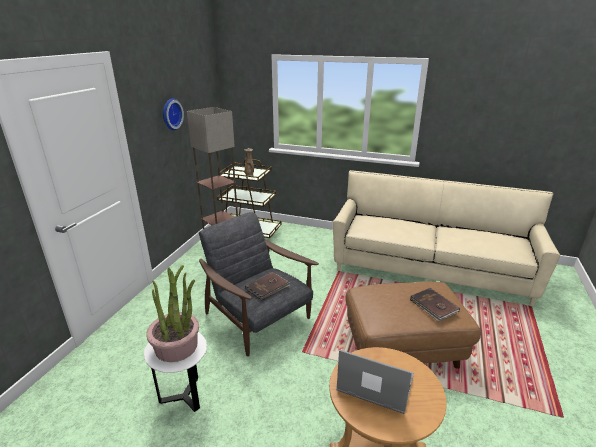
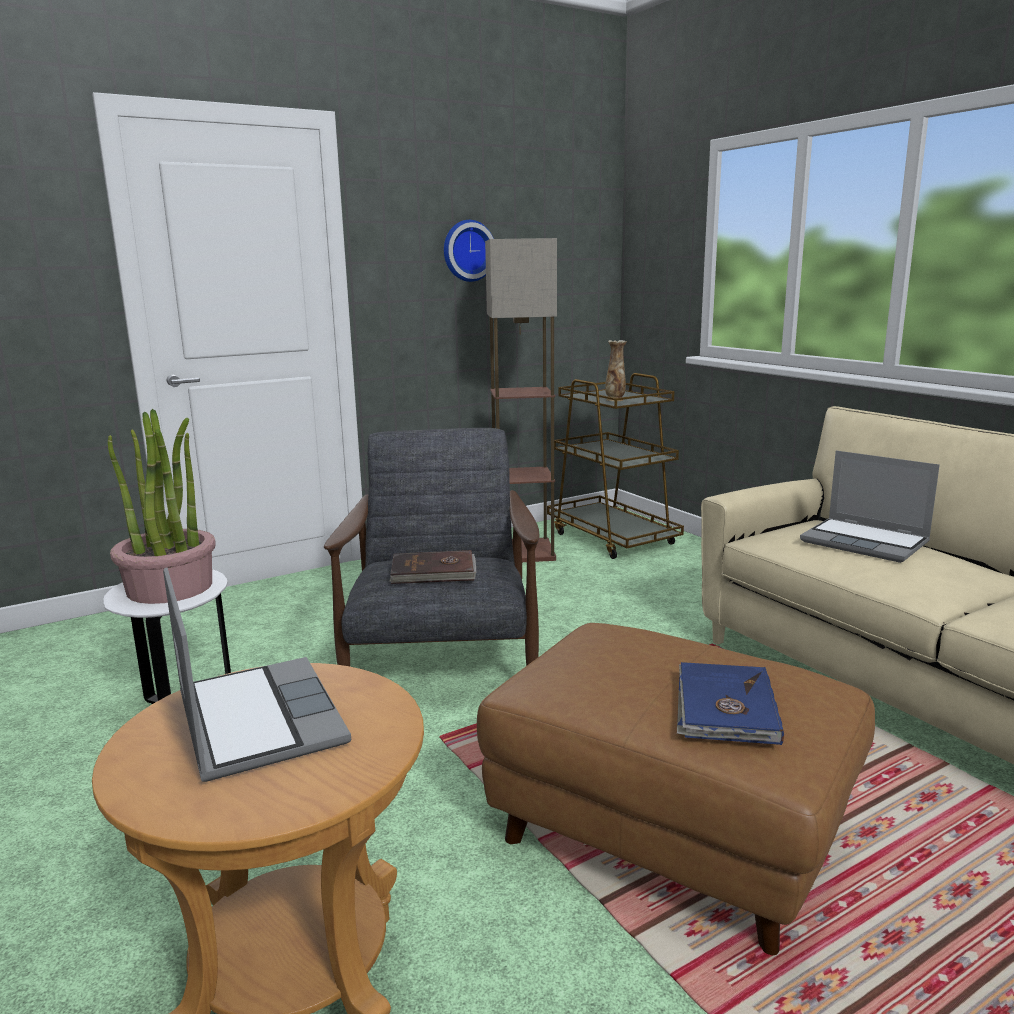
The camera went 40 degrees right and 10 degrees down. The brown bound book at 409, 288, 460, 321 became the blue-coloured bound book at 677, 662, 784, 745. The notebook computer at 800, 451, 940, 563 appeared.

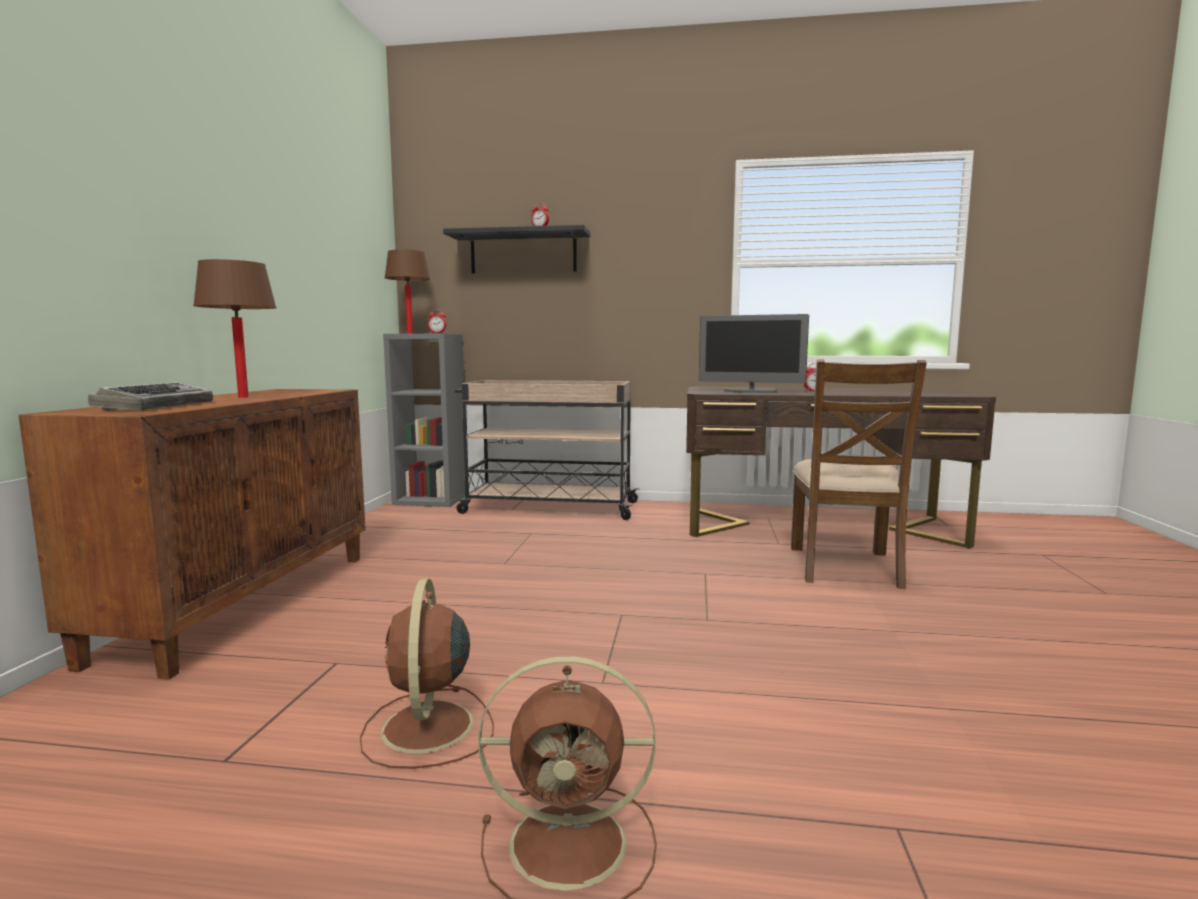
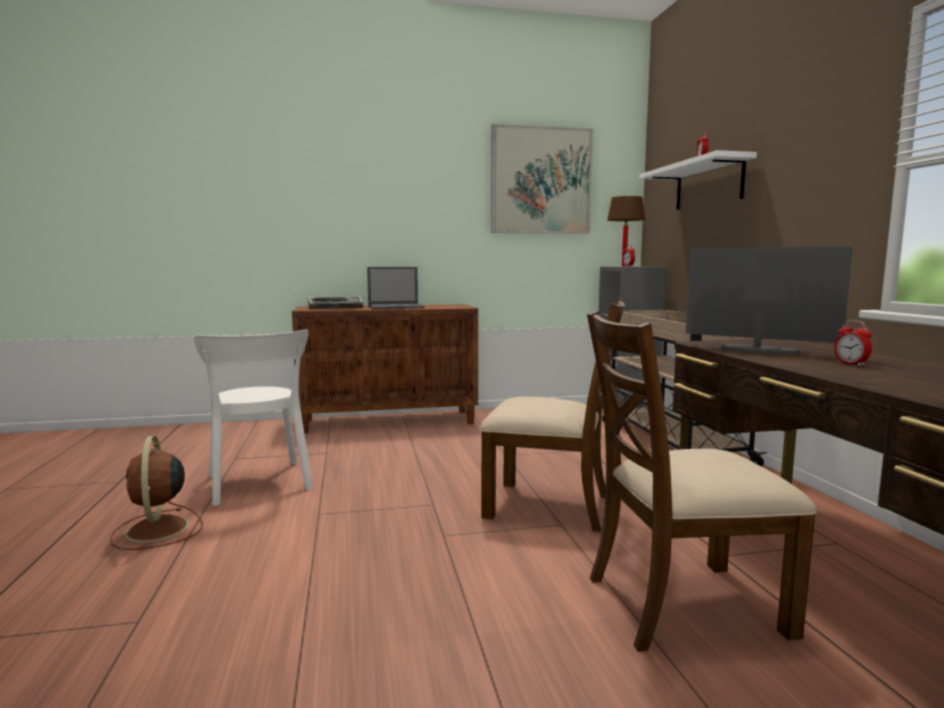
The camera went 70 degrees right and 0 degrees up. The brown cooling fan at 360, 579, 494, 769 was replaced by the whitish chair at 194, 329, 313, 506. The brown tabletop lamp at 193, 259, 277, 398 was replaced by the notebook computer at 367, 267, 425, 309. The brown chair at 480, 298, 625, 532 appeared. The picture at 491, 124, 593, 234 appeared. The blackish shelf at 443, 225, 591, 273 became the whitish shelf at 640, 150, 757, 209. The computer screen at 699, 314, 809, 393 turned 120 degrees clockwise.

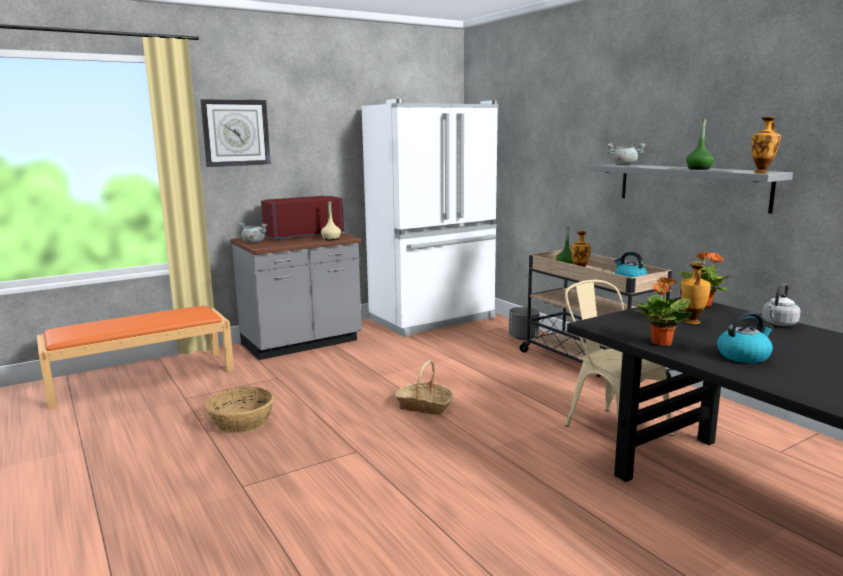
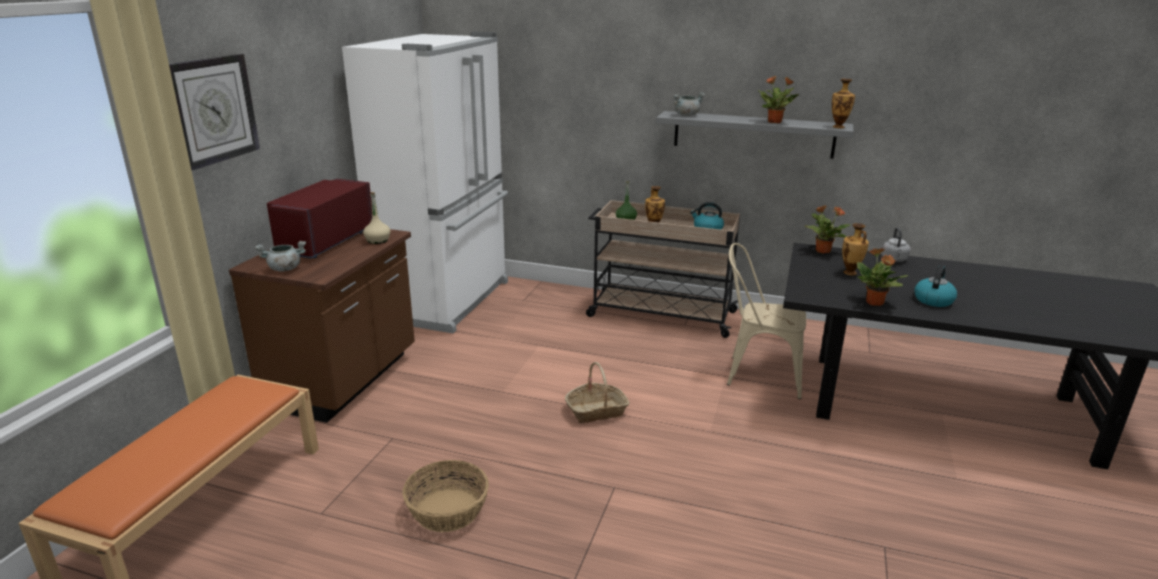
The camera went 40 degrees left and 10 degrees up. The greyish kitchen counter at 230, 233, 362, 360 became the brown kitchen counter at 229, 229, 415, 423. The green-coloured bottle at 686, 118, 714, 170 was replaced by the plant in a pot at 758, 76, 799, 123. The greyish planter at 509, 307, 540, 340 disappeared.

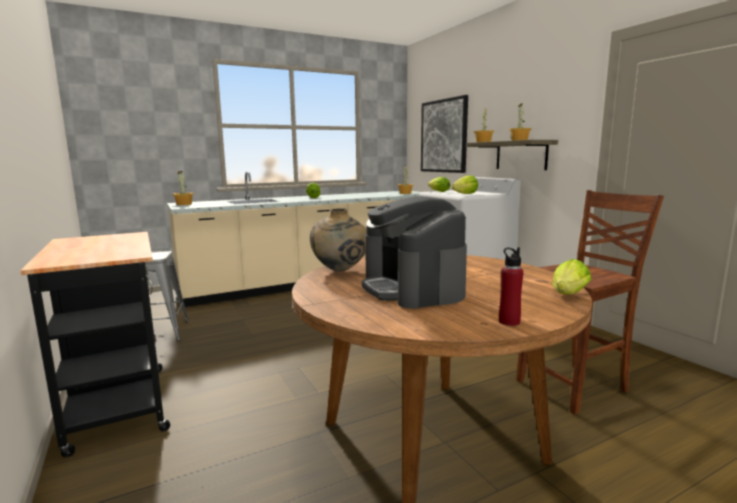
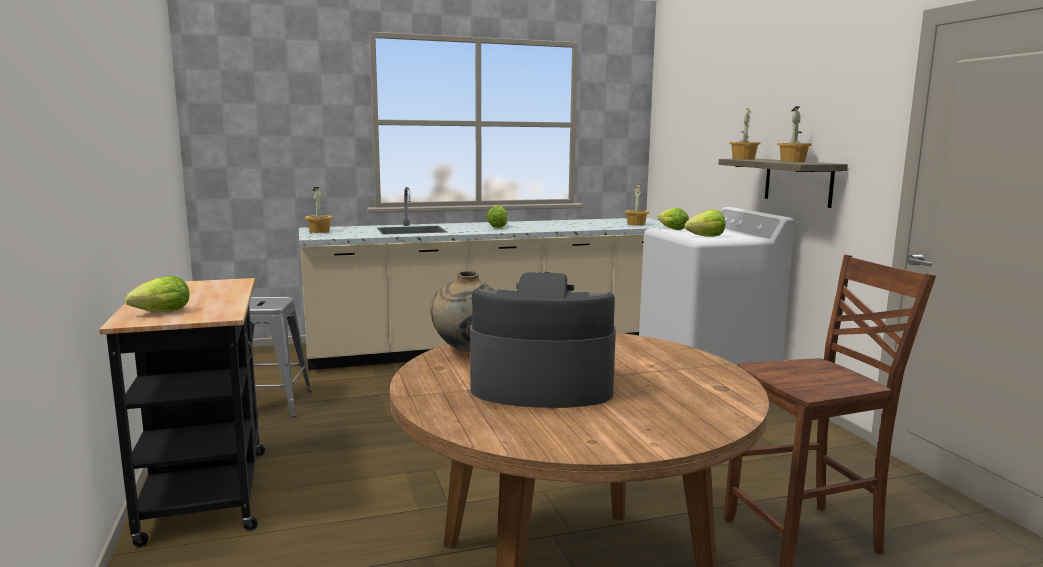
The camera went 10 degrees right and 0 degrees up. The lettuce head moved from 552, 259, 591, 295 to 125, 276, 189, 312. The coffee brewer at 362, 196, 467, 309 turned 105 degrees clockwise. The picture at 421, 95, 468, 173 disappeared. The reddish bottle at 499, 247, 524, 326 disappeared.

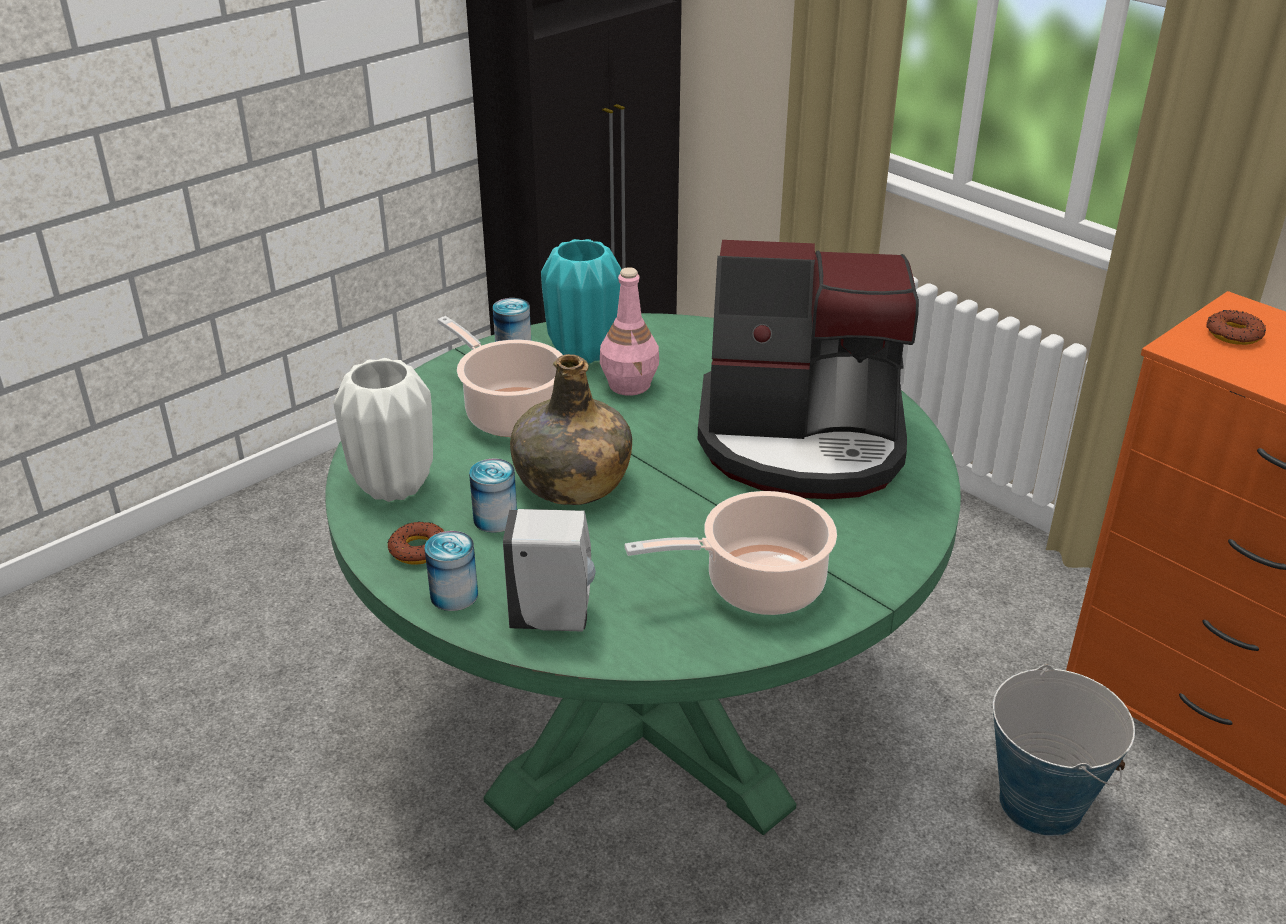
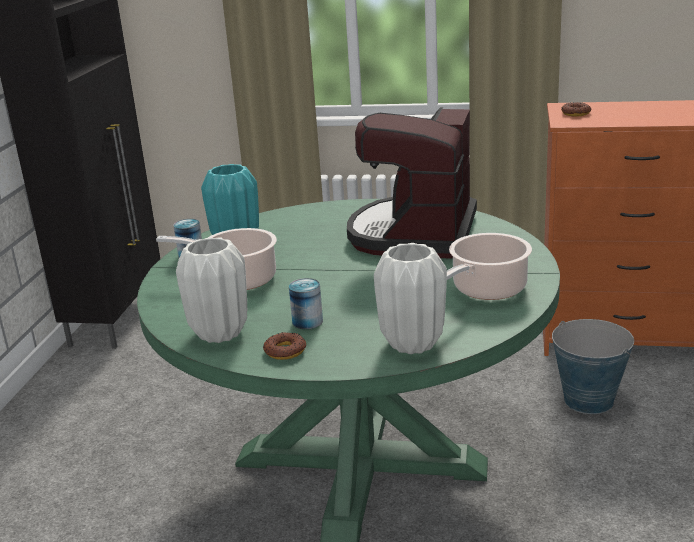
The camera went 35 degrees left and 10 degrees down. The coffee brewer at 698, 240, 919, 499 turned 135 degrees clockwise. The whitish soap bottle at 503, 509, 596, 632 was replaced by the whitish decorative vase at 374, 243, 447, 354. The sealed can at 425, 531, 478, 611 disappeared. The green-coloured bottle at 510, 354, 632, 505 disappeared. The pink-coloured bottle at 600, 267, 659, 396 disappeared.

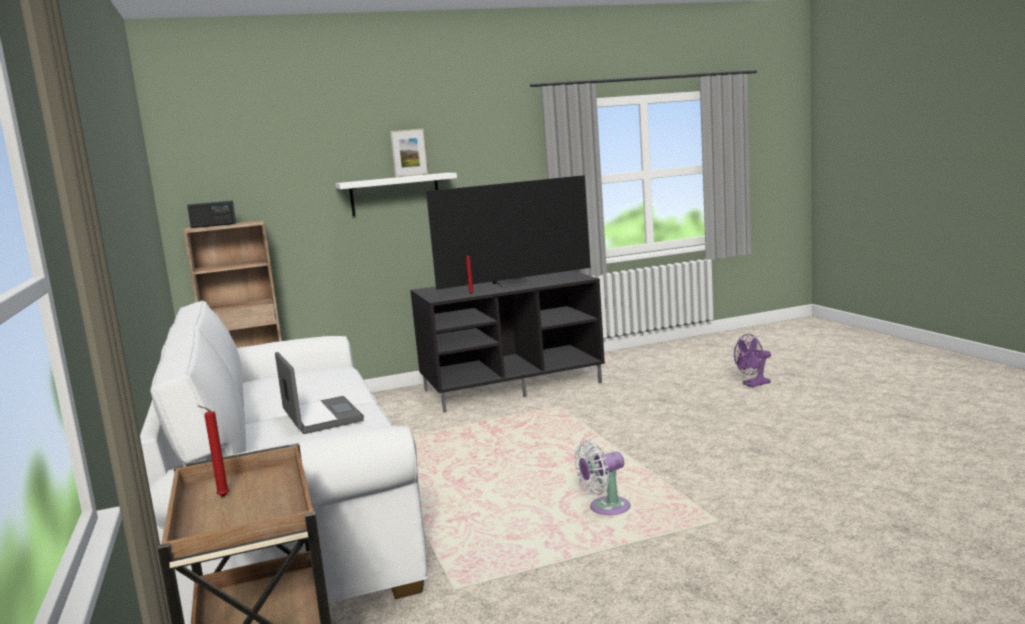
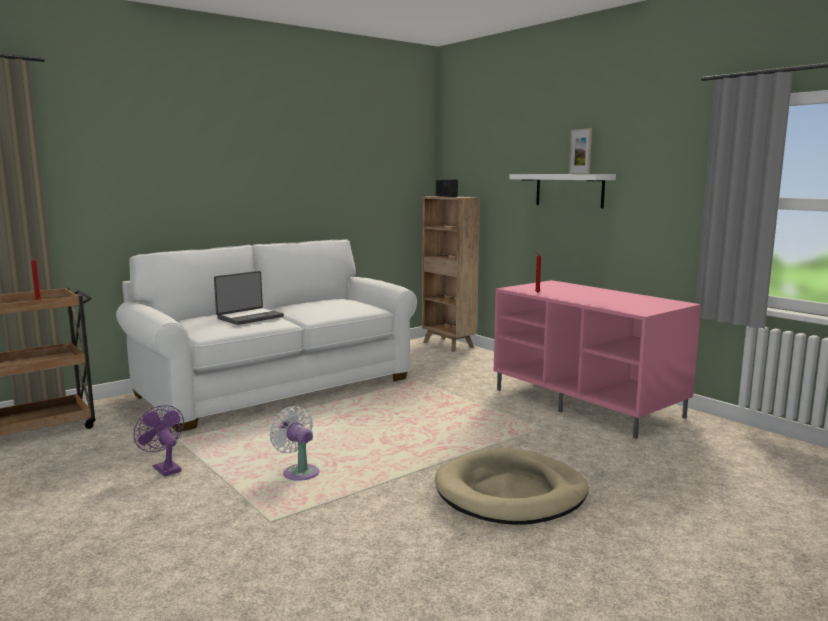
The camera went 70 degrees right and 0 degrees up. The purple cooling fan moved from 734, 334, 771, 387 to 133, 405, 184, 476. The sand-coloured dog cushion at 435, 448, 589, 525 appeared. The blackish tv unit at 410, 270, 605, 412 became the pink-coloured tv unit at 494, 280, 701, 439. The TV set at 426, 175, 591, 290 disappeared.

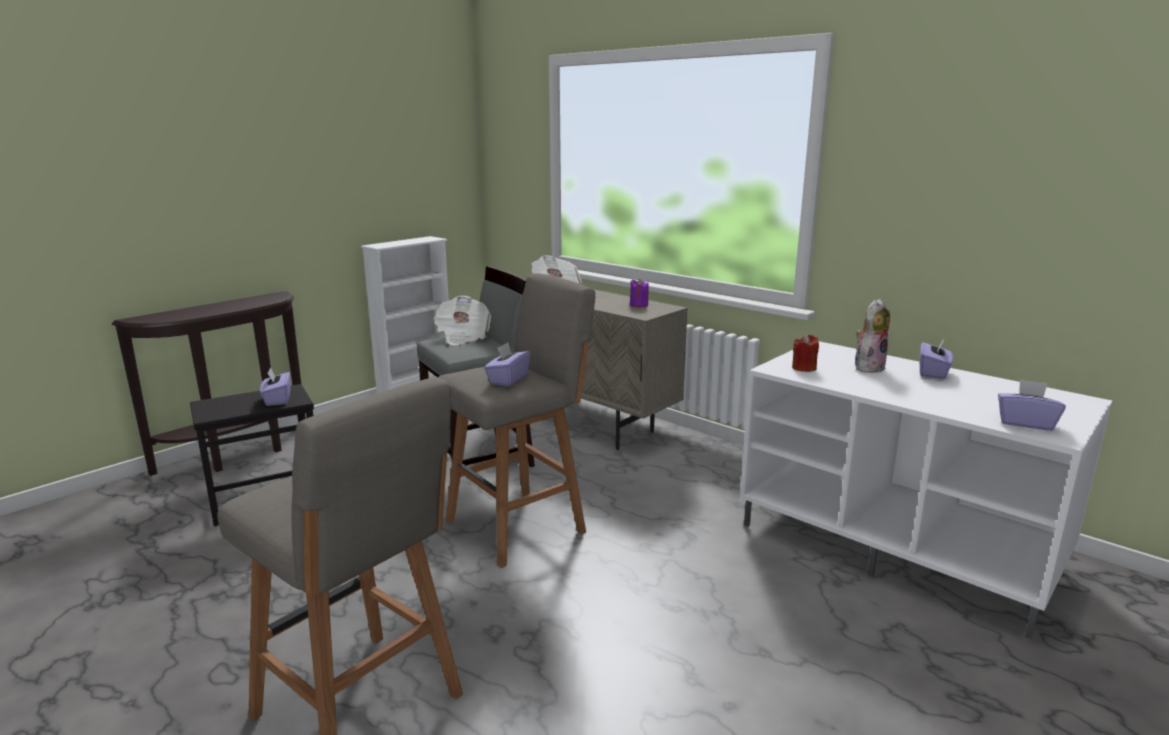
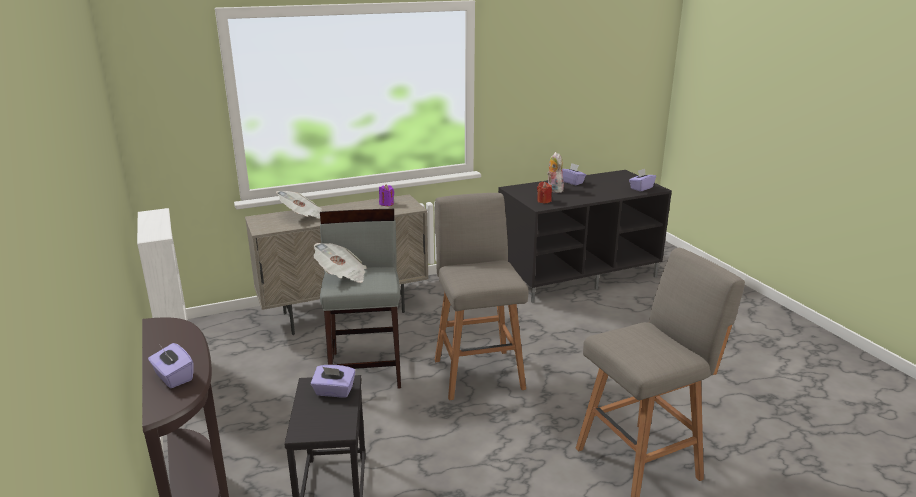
The camera went 65 degrees left and 5 degrees up. The purple box of tissues moved from 484, 342, 530, 386 to 148, 343, 194, 388. The whitish tv unit at 740, 341, 1112, 640 became the blackish tv unit at 498, 170, 672, 303.

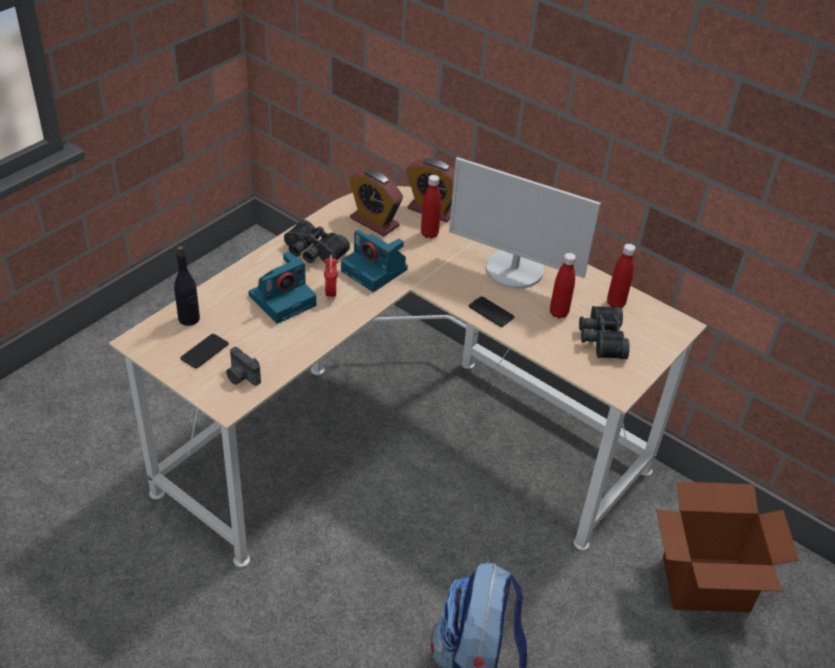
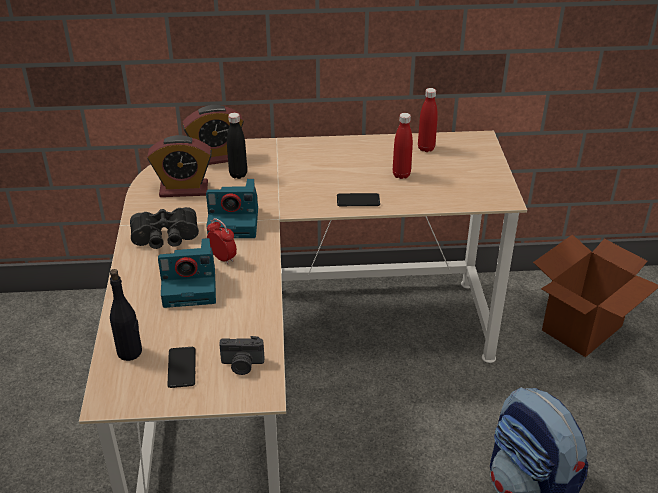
The camera went 40 degrees left and 5 degrees down. The photo camera at 249, 252, 316, 324 turned 75 degrees clockwise. The reddish bottle at 421, 175, 441, 239 became the blackish bottle at 227, 113, 247, 179. The computer screen at 449, 157, 601, 289 disappeared. The blackish field glasses at 579, 306, 630, 359 disappeared.

